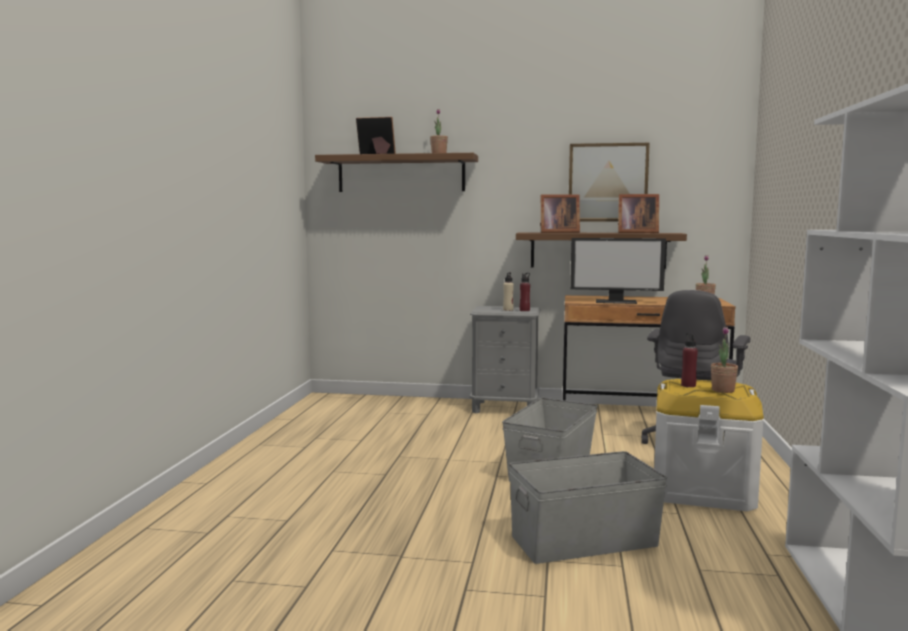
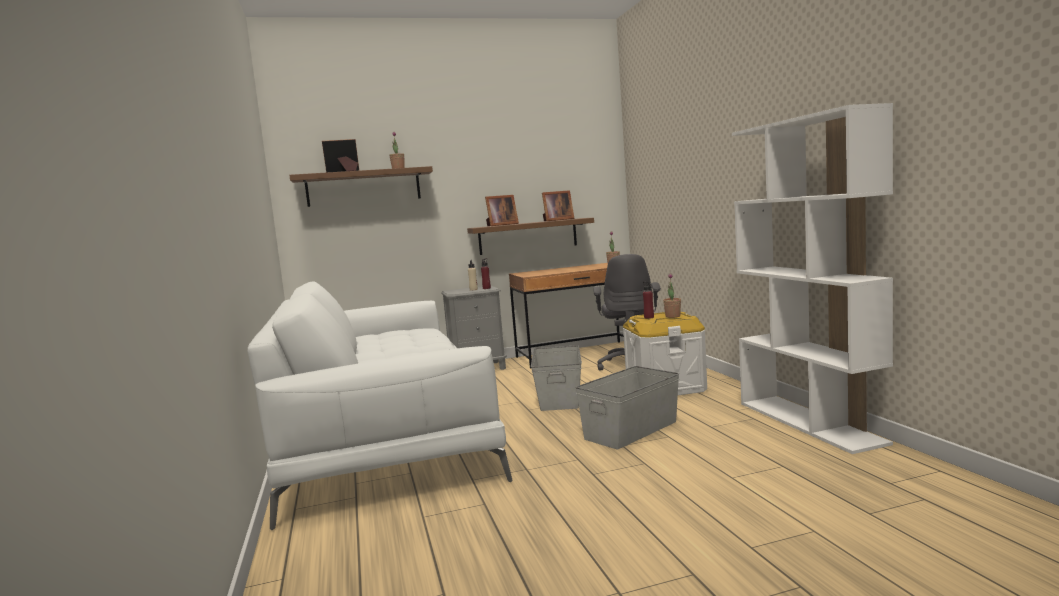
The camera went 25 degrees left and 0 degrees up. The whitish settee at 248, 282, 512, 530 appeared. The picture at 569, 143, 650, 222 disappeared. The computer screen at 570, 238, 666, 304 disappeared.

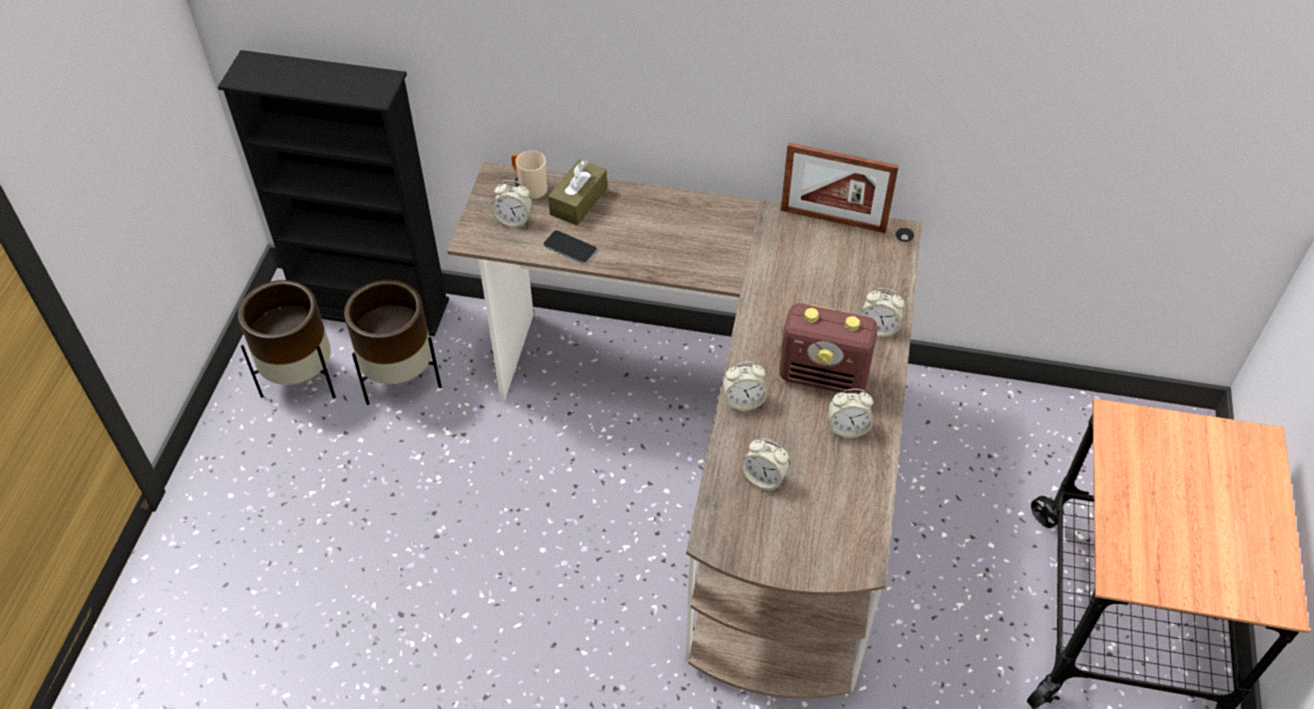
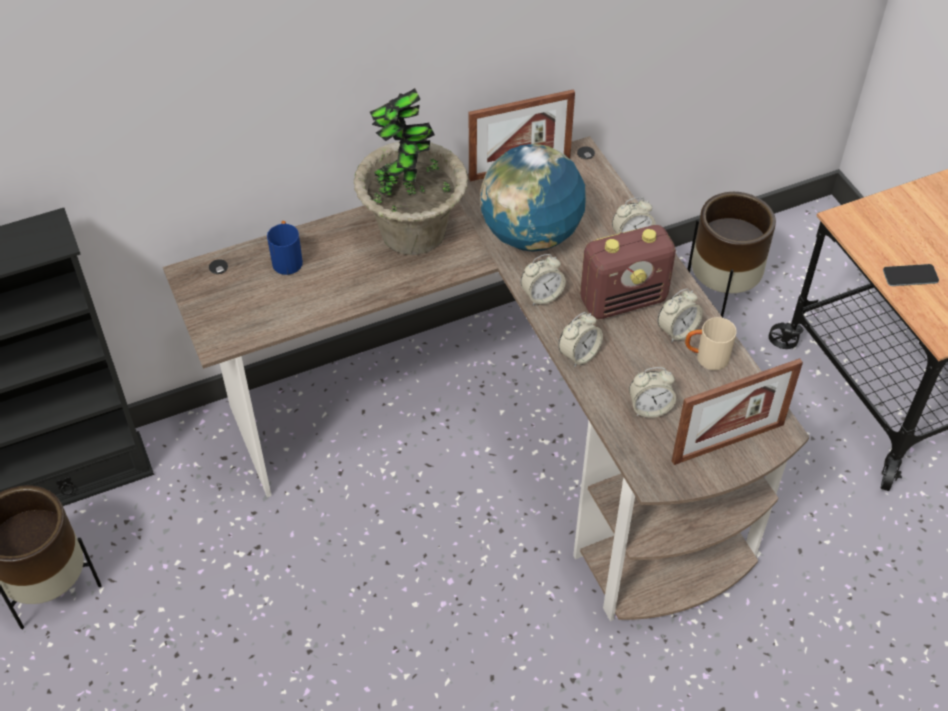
The camera went 35 degrees left and 0 degrees up. The brown box of tissues at 548, 159, 607, 225 was replaced by the blue-coloured tea mug at 267, 221, 303, 275. The plant in a pot at 354, 88, 468, 255 appeared. The world globe at 480, 144, 586, 252 appeared. The alarm clock moved from 491, 180, 533, 228 to 521, 254, 566, 305. The picture frame at 672, 358, 803, 465 appeared. The sand-coloured tea mug moved from 511, 151, 548, 199 to 685, 317, 737, 370. The brown planter moved from 344, 280, 442, 405 to 687, 192, 776, 318. The telephone moved from 544, 230, 597, 263 to 883, 264, 939, 286.

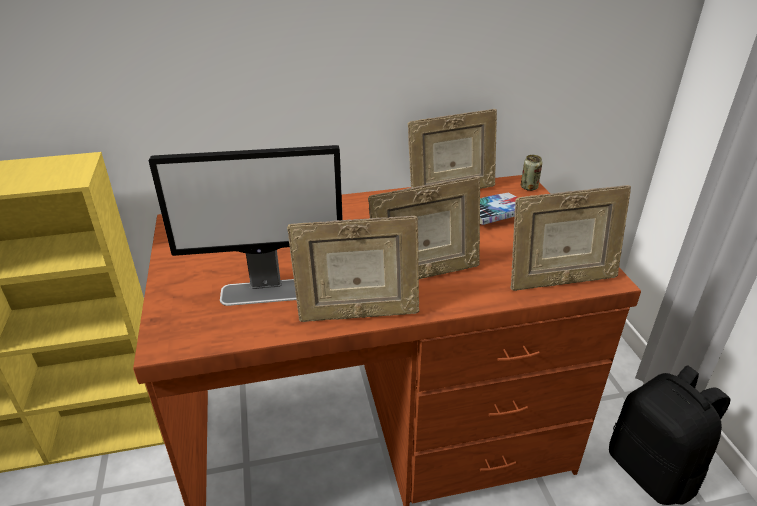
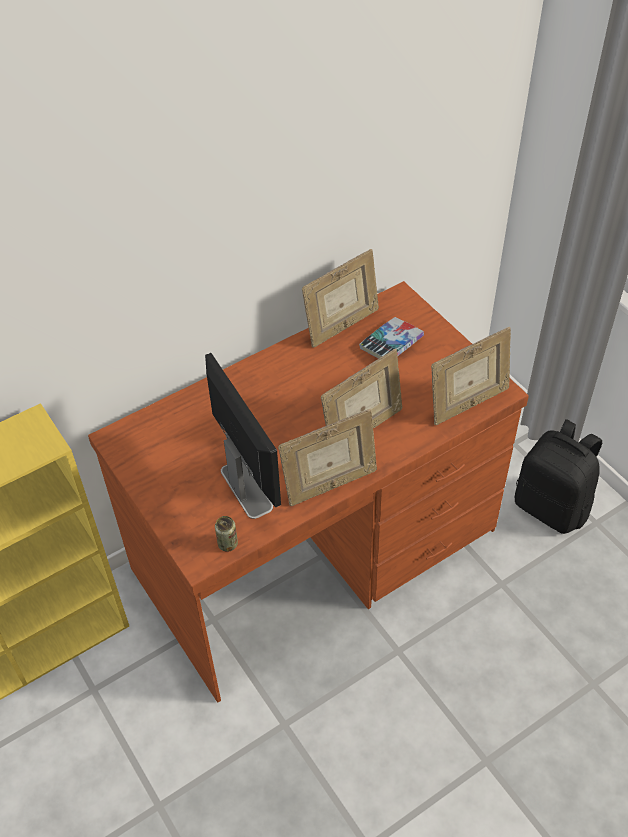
The camera went 20 degrees left and 15 degrees up. The computer screen at 149, 145, 343, 306 turned 90 degrees counterclockwise. The sealed can moved from 521, 155, 543, 191 to 215, 516, 238, 552.

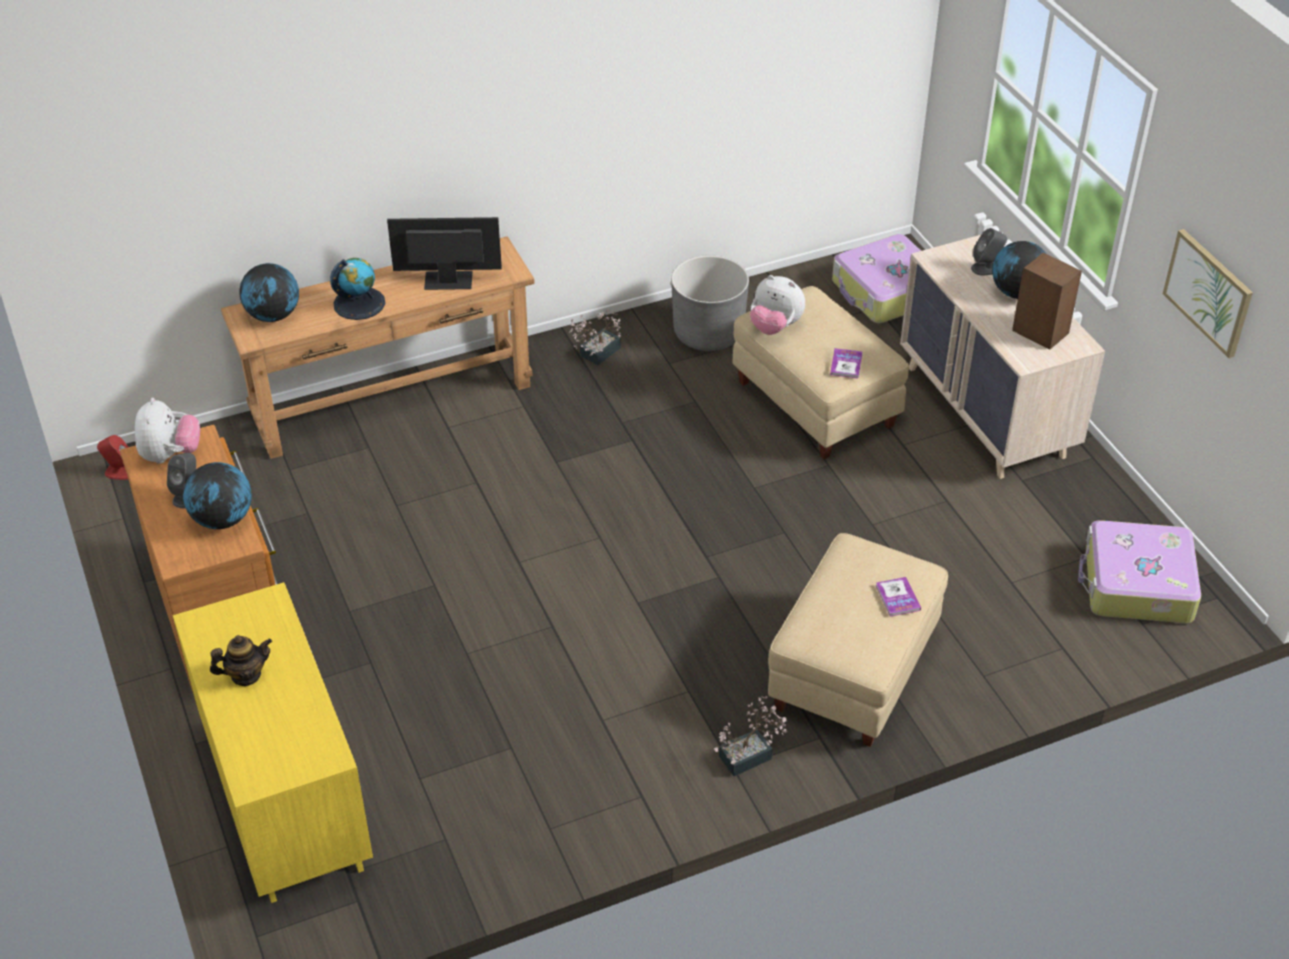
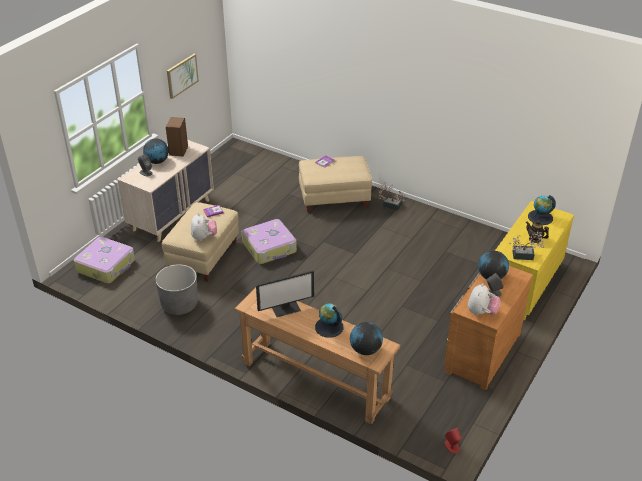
The camera went 125 degrees left and 5 degrees down. The piece of luggage moved from 1078, 520, 1201, 623 to 242, 219, 297, 264. The computer screen at 387, 217, 502, 290 turned 75 degrees counterclockwise. The soft toy at 135, 398, 200, 464 turned 150 degrees clockwise. The plant in a pot moved from 569, 309, 621, 365 to 509, 231, 545, 260. The world globe at 528, 195, 556, 225 appeared.

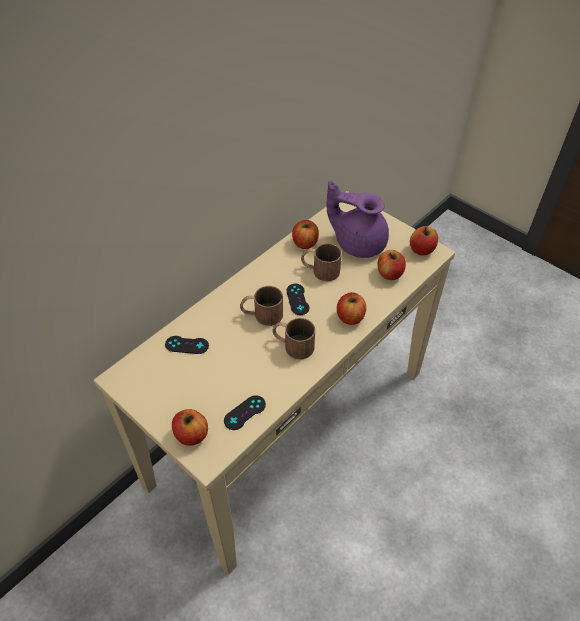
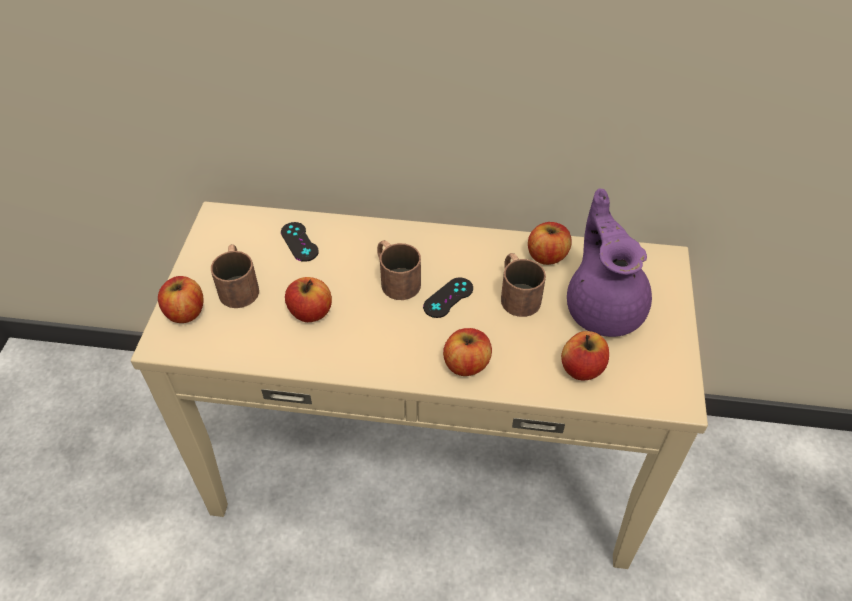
The camera went 55 degrees right and 0 degrees up. The brown tea mug moved from 272, 318, 315, 359 to 211, 244, 259, 308. The apple fruit moved from 410, 226, 438, 255 to 285, 277, 332, 322. The blackish gamepad at 224, 395, 266, 430 disappeared.

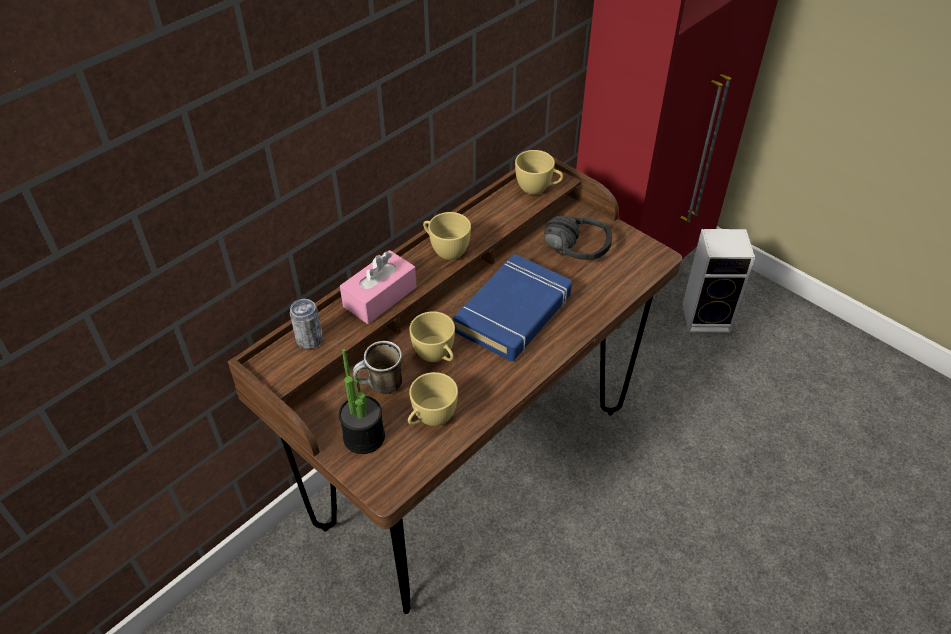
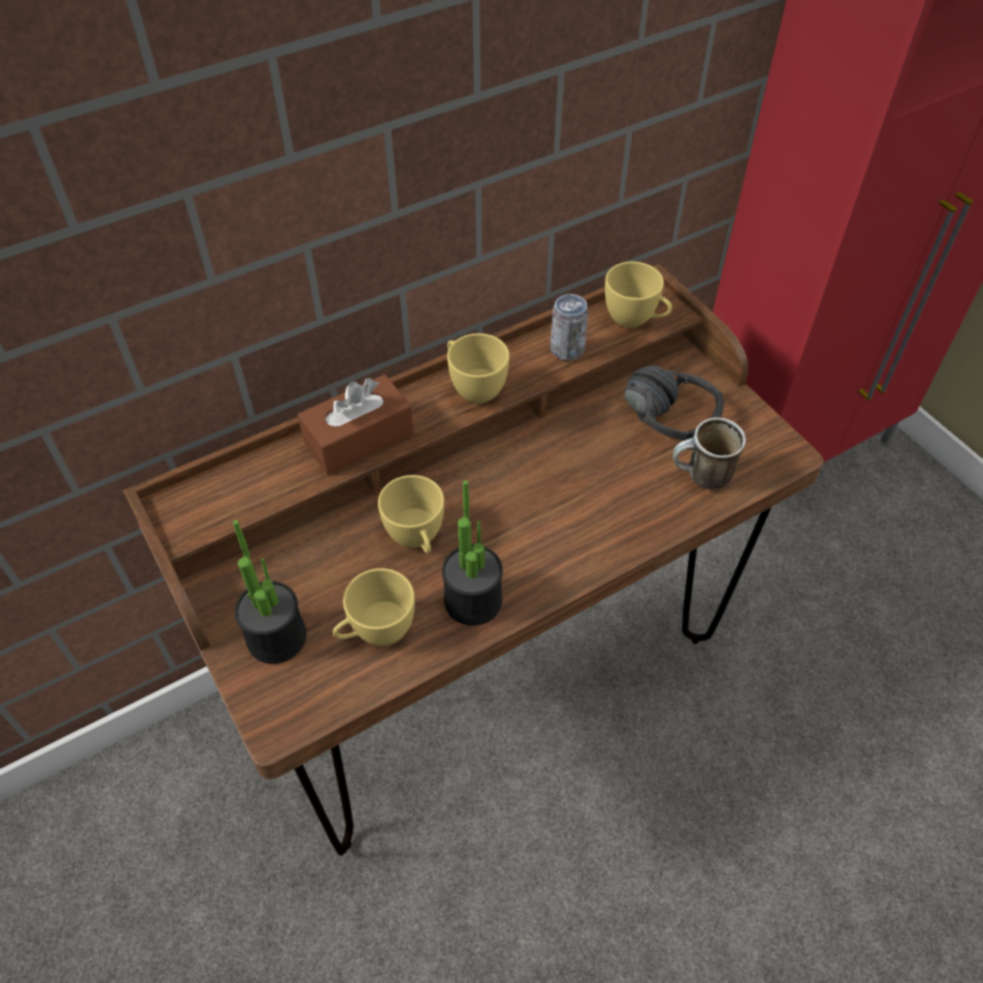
The camera went 15 degrees right and 5 degrees up. The pink-coloured box of tissues at 340, 250, 416, 324 became the brown box of tissues at 298, 374, 414, 475. The plant in a pot at 442, 480, 503, 626 appeared. The sealed can moved from 290, 299, 323, 349 to 550, 294, 588, 360. The tea mug moved from 353, 341, 402, 394 to 673, 417, 746, 490. The blue-coloured bound book at 453, 254, 572, 362 disappeared. The speaker at 682, 229, 755, 333 disappeared.

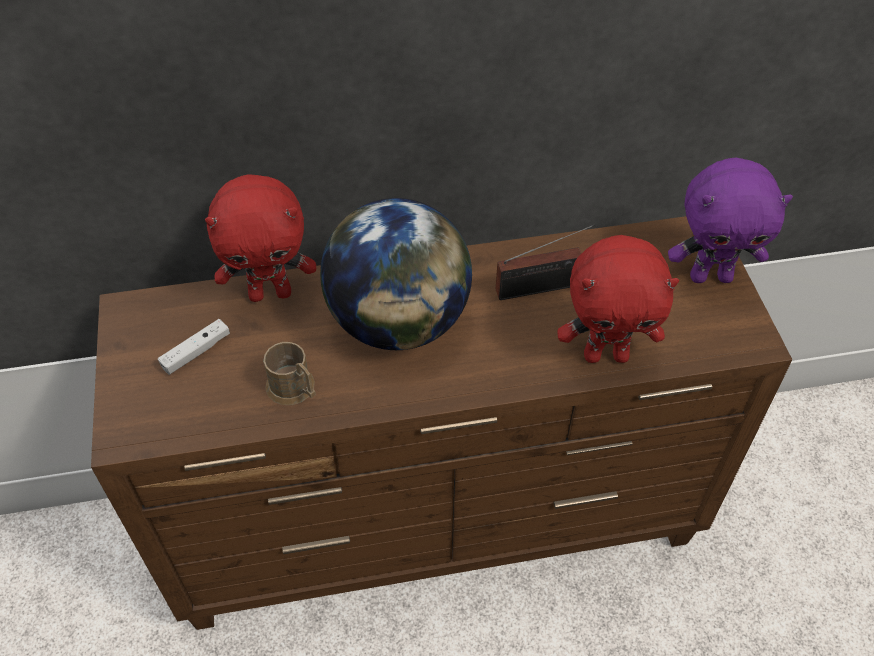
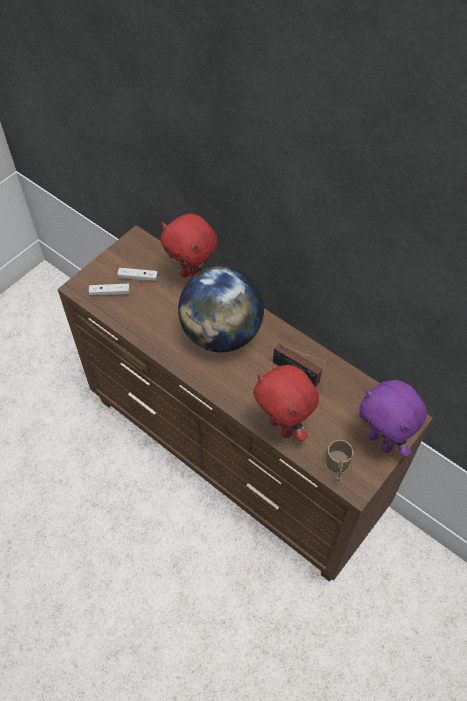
The camera went 50 degrees right and 5 degrees up. The whitish gamepad at 89, 283, 130, 295 appeared. The brown tea mug moved from 263, 342, 316, 405 to 322, 440, 353, 481.

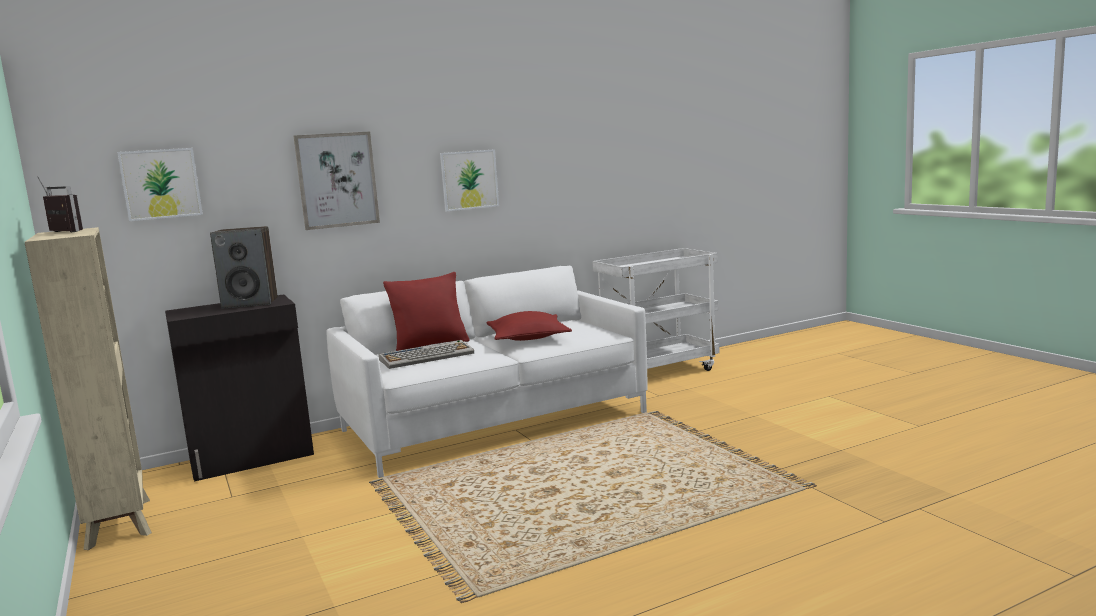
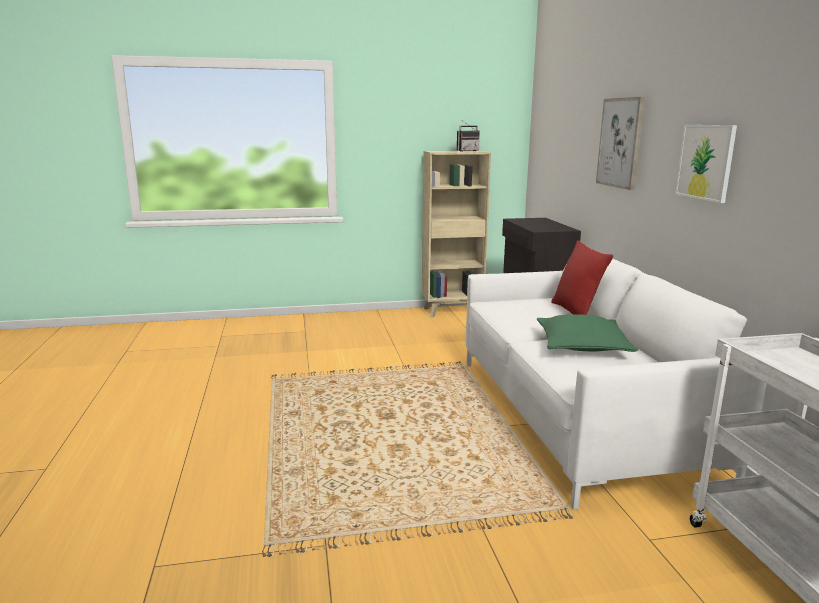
The camera went 105 degrees right and 5 degrees up. The reddish pillow at 486, 311, 572, 341 became the green-coloured pillow at 537, 315, 638, 352. The picture at 117, 148, 203, 221 disappeared. The speaker at 210, 226, 278, 308 disappeared. The PC keyboard at 379, 340, 474, 369 disappeared.

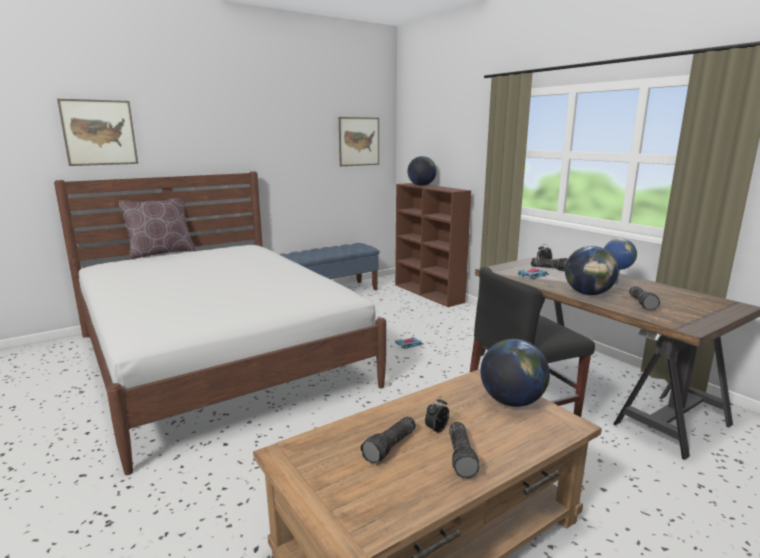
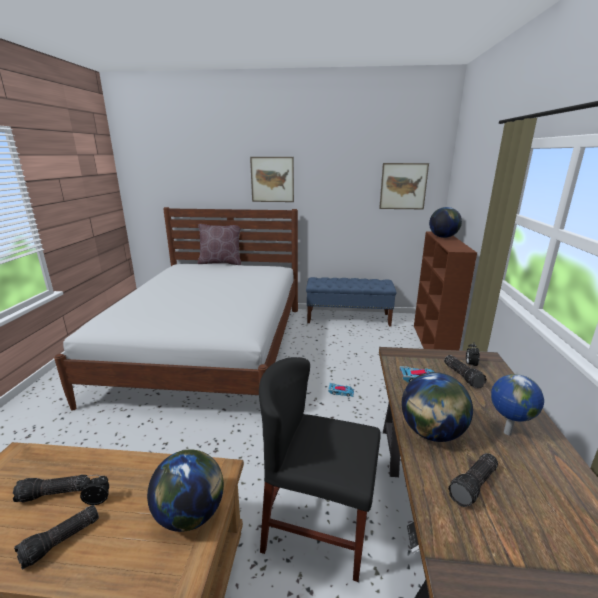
The camera went 40 degrees right and 5 degrees up. The picture moved from 57, 99, 138, 166 to 250, 157, 294, 202.

